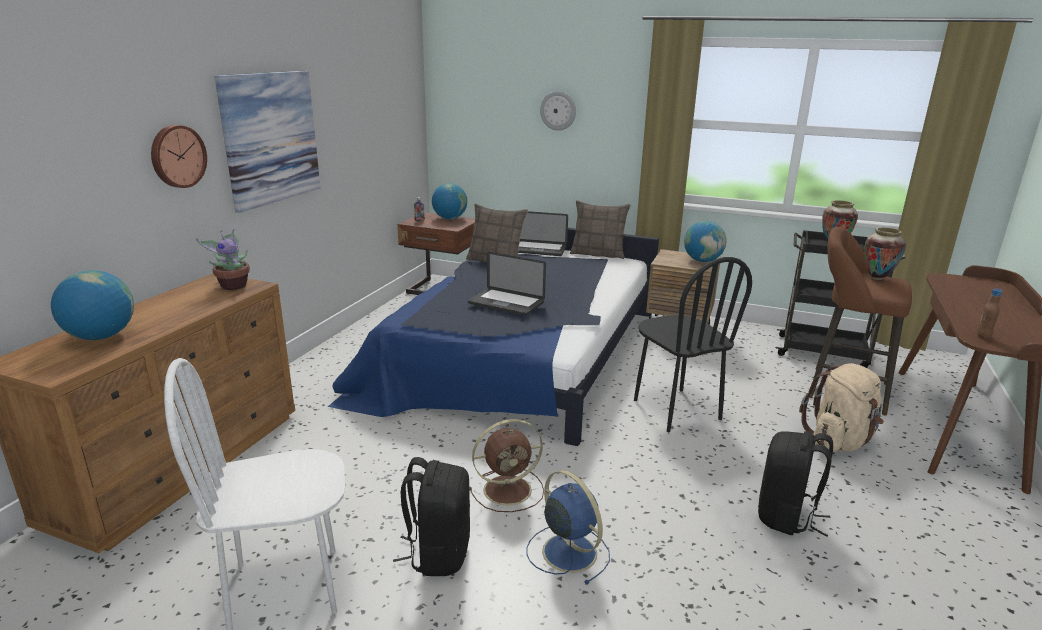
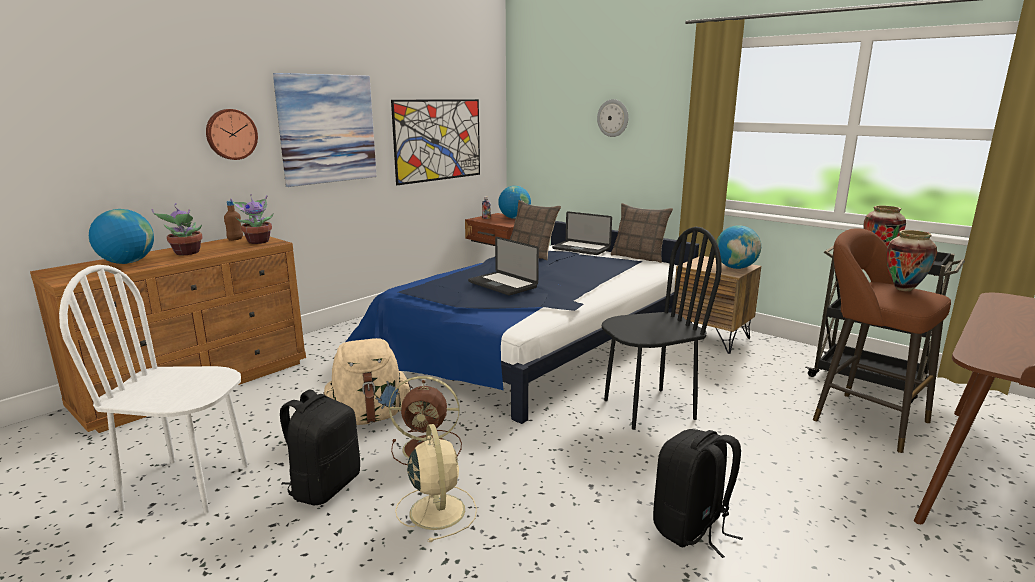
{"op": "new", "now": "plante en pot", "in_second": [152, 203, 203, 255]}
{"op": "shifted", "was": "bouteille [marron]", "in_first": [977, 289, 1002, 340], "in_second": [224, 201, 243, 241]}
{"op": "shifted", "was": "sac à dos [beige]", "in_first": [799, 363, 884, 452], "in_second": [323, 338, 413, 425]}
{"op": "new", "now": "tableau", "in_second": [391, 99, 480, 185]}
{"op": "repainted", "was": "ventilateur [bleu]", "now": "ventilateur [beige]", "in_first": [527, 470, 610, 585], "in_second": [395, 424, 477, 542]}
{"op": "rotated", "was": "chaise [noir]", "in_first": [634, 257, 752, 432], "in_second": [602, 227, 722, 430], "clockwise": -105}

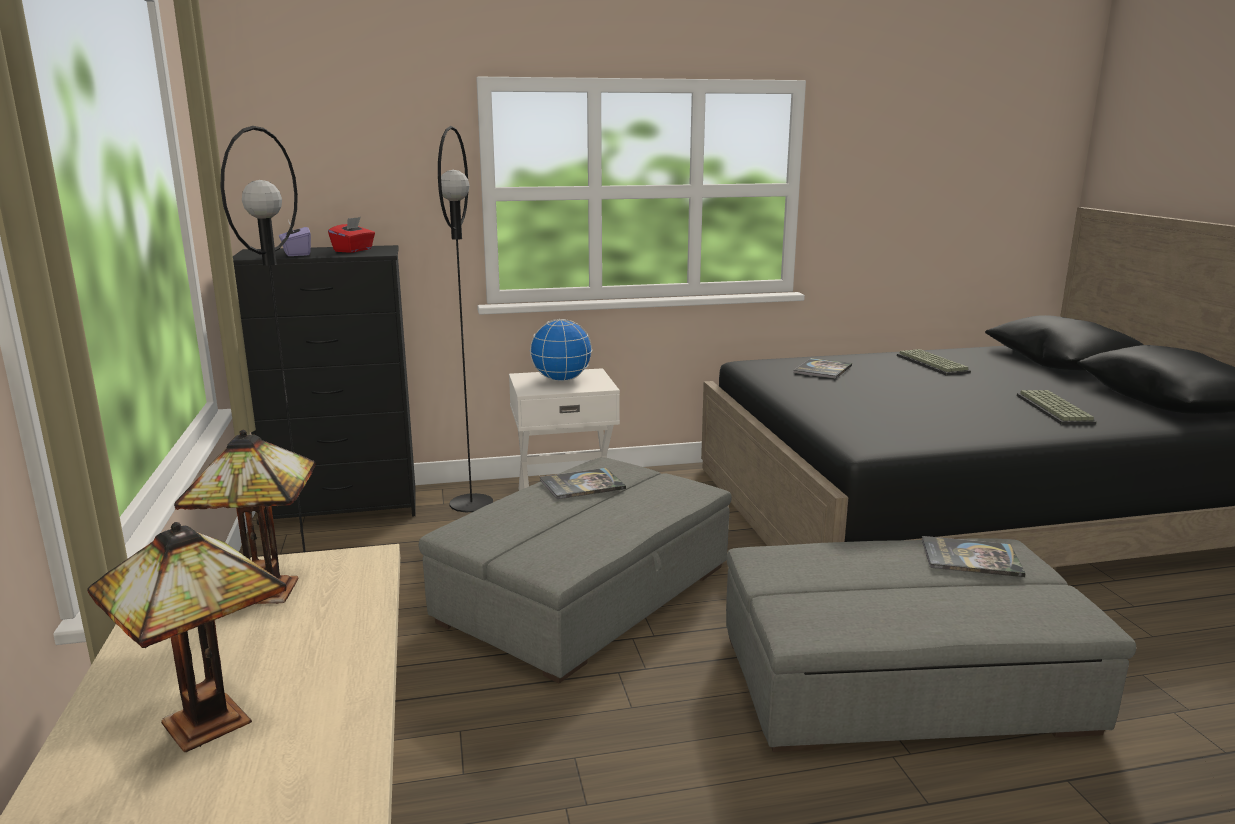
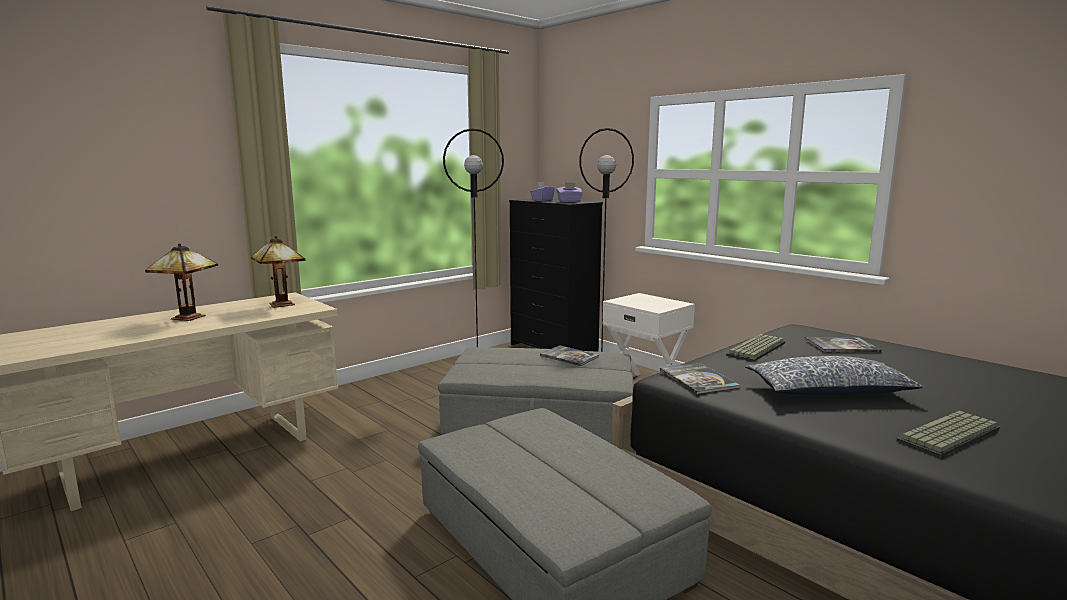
{"op": "repainted", "was": "boîte à mouchoirs [rouge]", "now": "boîte à mouchoirs [violet]", "in_first": [328, 217, 375, 253], "in_second": [557, 183, 583, 202]}
{"op": "shifted", "was": "livre", "in_first": [922, 536, 1026, 577], "in_second": [660, 363, 740, 394]}
{"op": "shifted", "was": "clavier", "in_first": [897, 349, 971, 376], "in_second": [726, 334, 785, 362]}
{"op": "new", "now": "coussin", "in_second": [745, 356, 923, 394]}
{"op": "gone", "was": "globe", "in_first": [530, 319, 592, 381]}

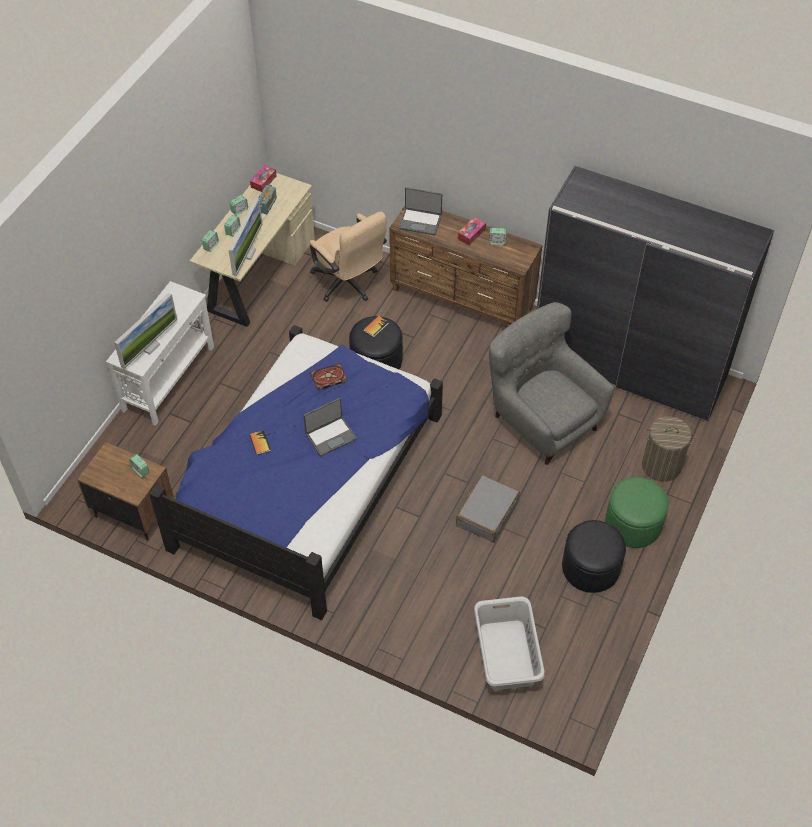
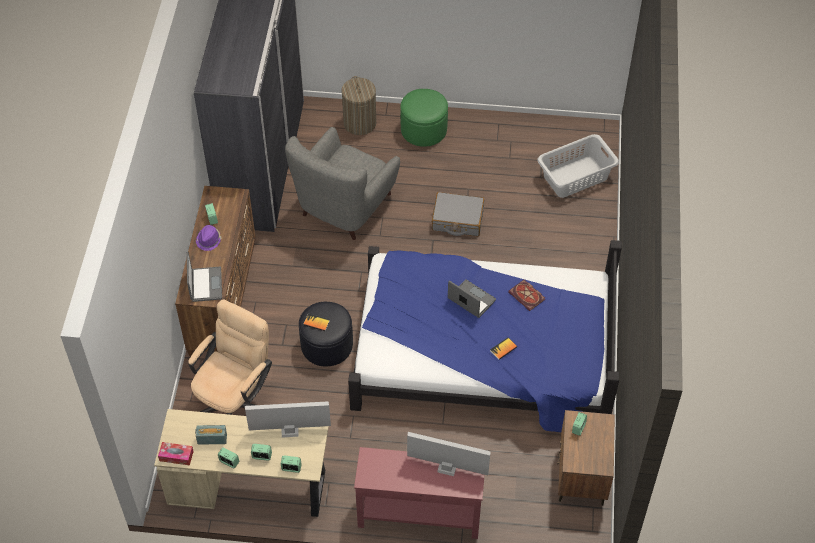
{"op": "swapped", "was": "boîte à mouchoirs", "now": "chapeau [violet]", "in_first": [458, 217, 486, 246], "in_second": [196, 225, 222, 251]}
{"op": "repainted", "was": "table console [blanc]", "now": "table console [rouge]", "in_first": [106, 281, 214, 426], "in_second": [354, 447, 484, 539]}
{"op": "shifted", "was": "livre", "in_first": [310, 363, 347, 390], "in_second": [508, 279, 545, 311]}
{"op": "gone", "was": "pouf [noir]", "in_first": [562, 520, 626, 593]}

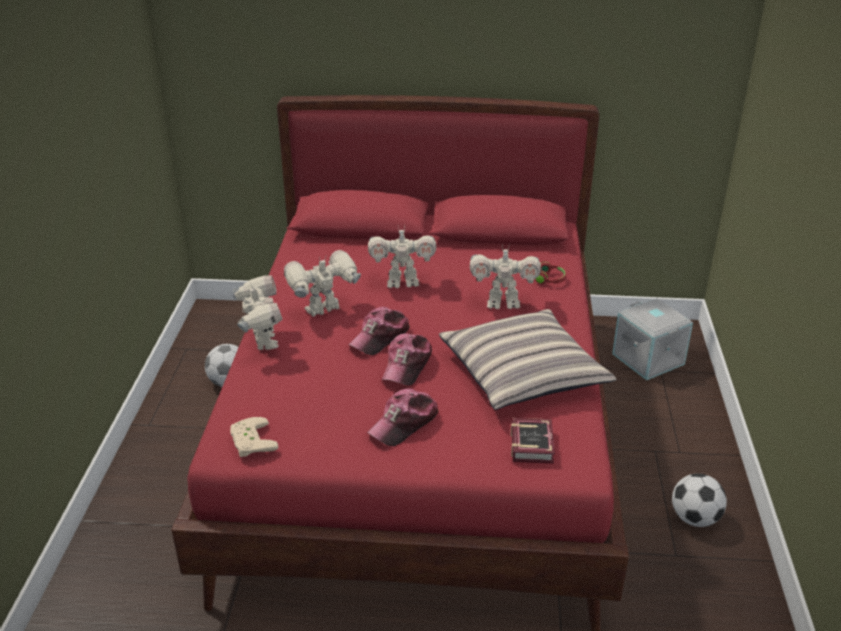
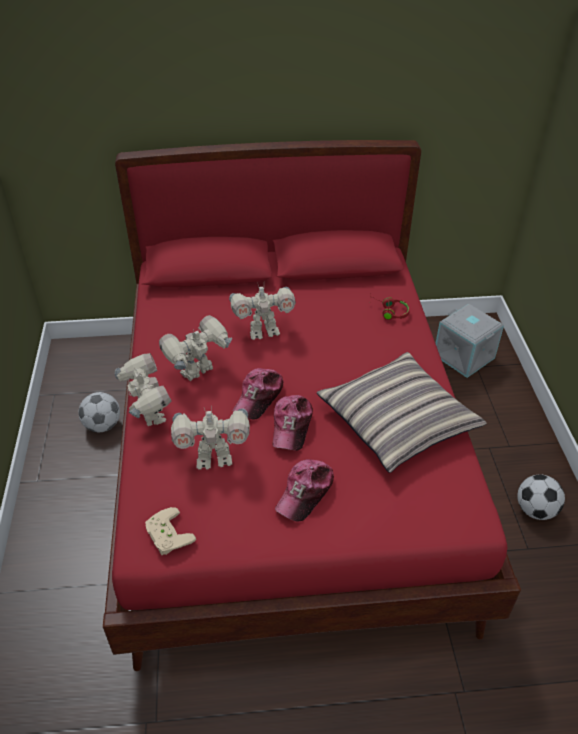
{"op": "shifted", "was": "robot jouet", "in_first": [470, 244, 541, 309], "in_second": [171, 408, 250, 470]}
{"op": "gone", "was": "livre", "in_first": [510, 418, 555, 463]}

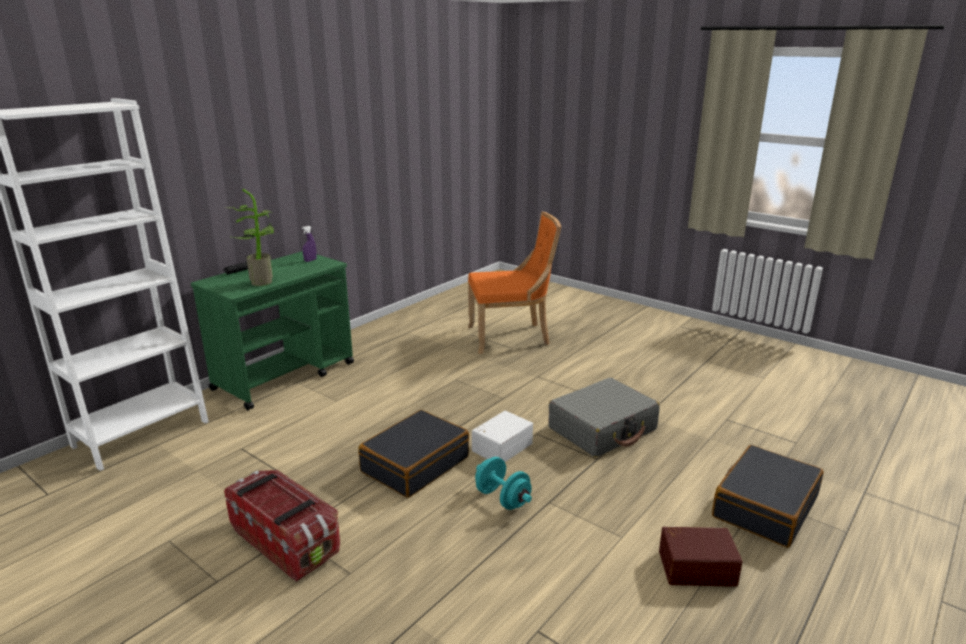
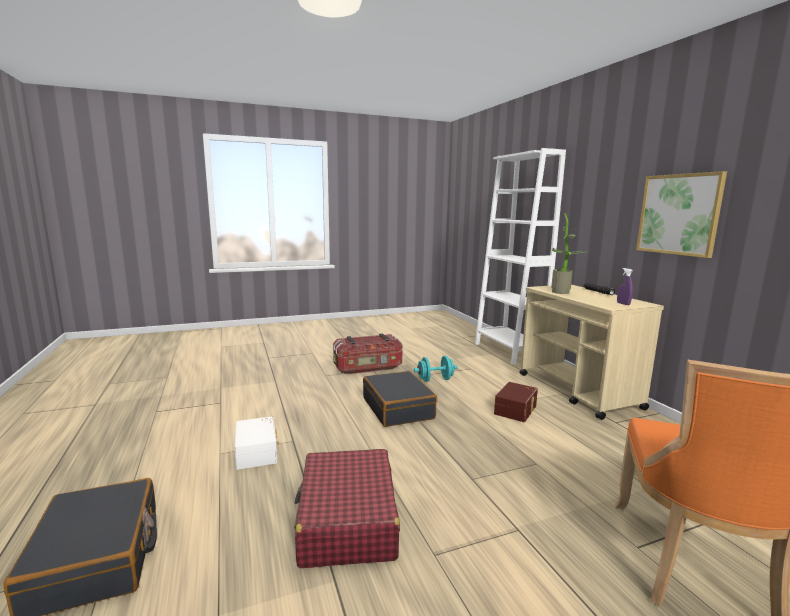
{"op": "shifted", "was": "boîte de rangement [blanc]", "in_first": [472, 411, 533, 462], "in_second": [235, 416, 279, 470]}
{"op": "repainted", "was": "valise [gris]", "now": "valise [rouge]", "in_first": [548, 378, 659, 457], "in_second": [294, 449, 400, 568]}
{"op": "shifted", "was": "haltère [turquoise]", "in_first": [475, 457, 532, 510], "in_second": [414, 356, 458, 382]}
{"op": "shifted", "was": "boîte de rangement [marron]", "in_first": [659, 527, 743, 587], "in_second": [494, 382, 538, 422]}
{"op": "repainted", "was": "chariot [vert]", "now": "chariot [beige]", "in_first": [191, 251, 354, 410], "in_second": [519, 285, 664, 420]}
{"op": "new", "now": "tableau", "in_second": [636, 171, 727, 258]}

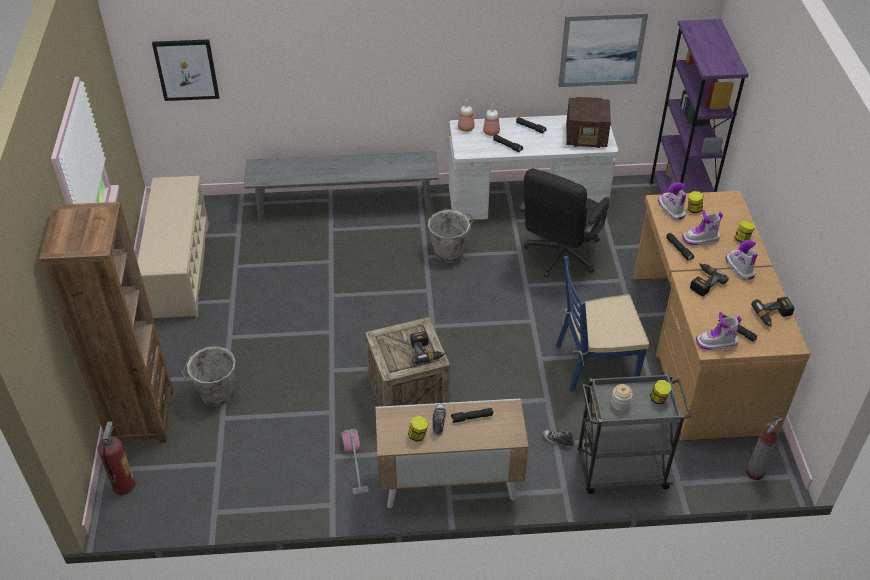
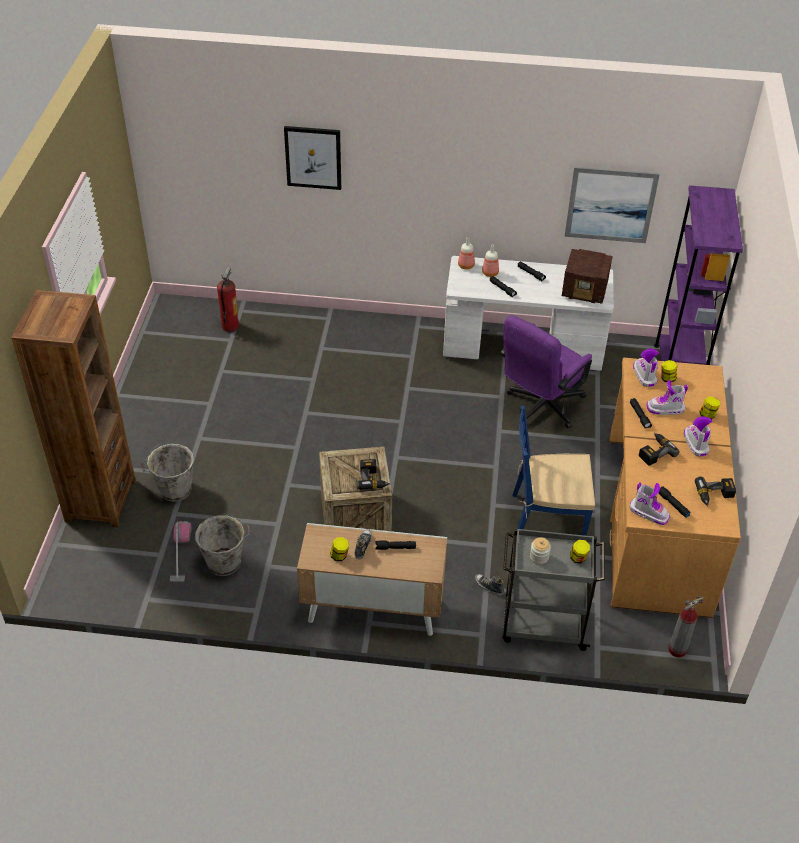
{"op": "shifted", "was": "aspirateur", "in_first": [341, 429, 369, 495], "in_second": [170, 521, 192, 582]}
{"op": "shifted", "was": "seau [gris]", "in_first": [428, 209, 474, 263], "in_second": [195, 513, 250, 576]}
{"op": "shifted", "was": "extincteur", "in_first": [98, 421, 136, 495], "in_second": [217, 267, 240, 332]}
{"op": "shifted", "was": "tableau", "in_first": [152, 39, 219, 101], "in_second": [284, 126, 341, 190]}
{"op": "repainted", "was": "chaise de bureau [noir]", "now": "chaise de bureau [violet]", "in_first": [520, 169, 609, 278], "in_second": [500, 315, 592, 428]}
{"op": "rotated", "was": "botte", "in_first": [696, 312, 742, 350], "in_second": [630, 482, 670, 525], "clockwise": -150}
{"op": "gone", "was": "étagère à chaussures [beige]", "in_first": [137, 176, 209, 318]}
{"op": "gone", "was": "banc [gris]", "in_first": [244, 151, 439, 221]}

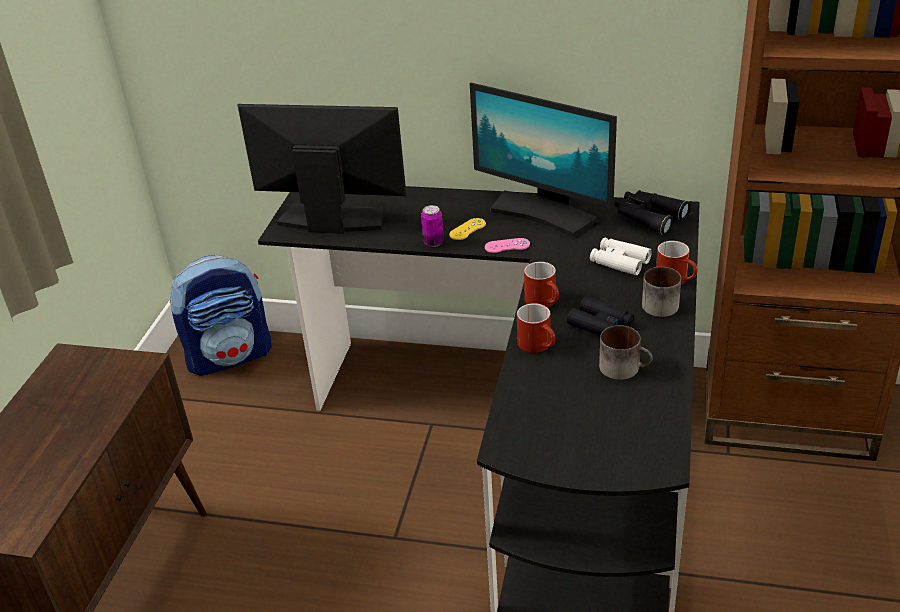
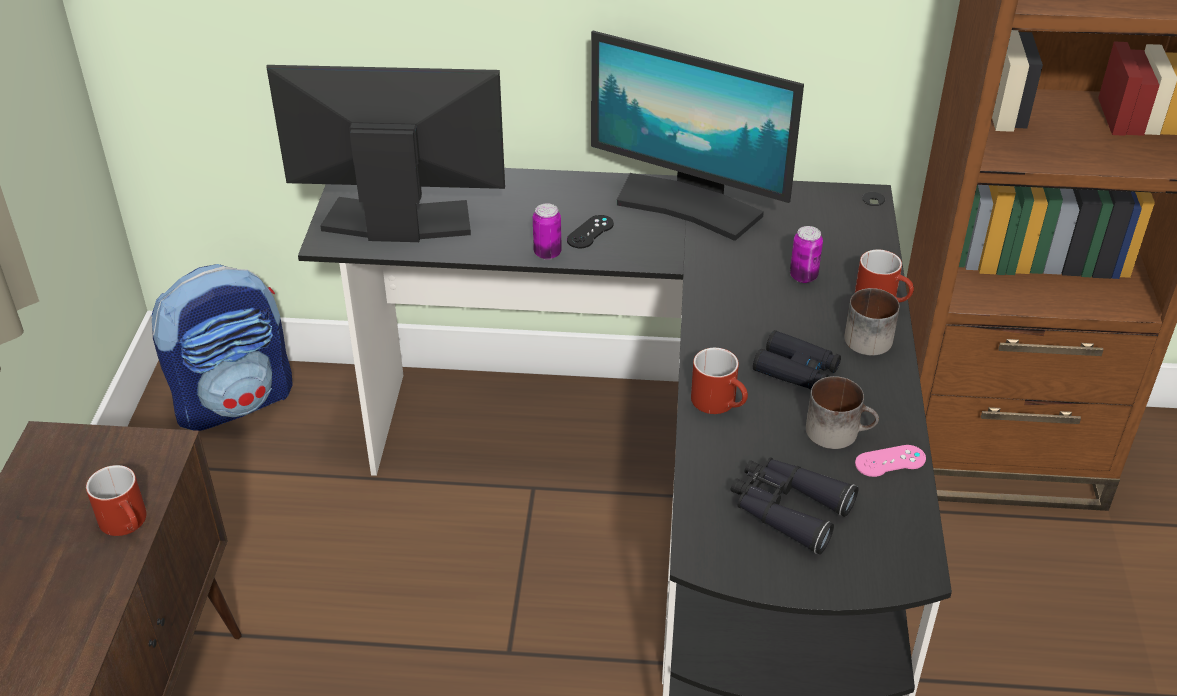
{"op": "shifted", "was": "mug [rouge]", "in_first": [524, 262, 559, 307], "in_second": [86, 465, 147, 536]}
{"op": "repainted", "was": "manette [jaune]", "now": "manette [noir]", "in_first": [449, 218, 486, 240], "in_second": [567, 215, 614, 248]}
{"op": "shifted", "was": "jumelles [noir]", "in_first": [615, 190, 691, 235], "in_second": [731, 457, 859, 555]}
{"op": "swapped", "was": "jumelles [blanc]", "now": "boîte métallique", "in_first": [590, 238, 652, 275], "in_second": [790, 226, 823, 283]}
{"op": "shifted", "was": "manette [rose]", "in_first": [485, 238, 530, 253], "in_second": [855, 445, 926, 477]}

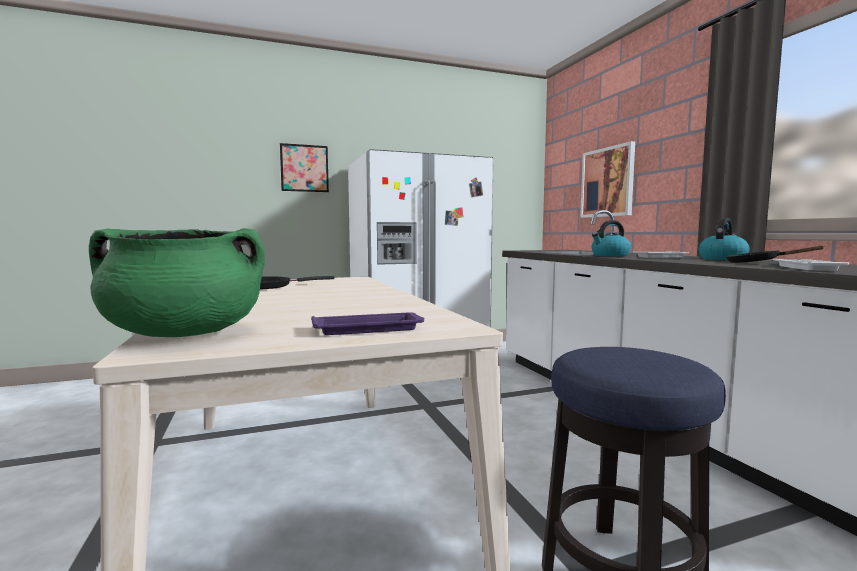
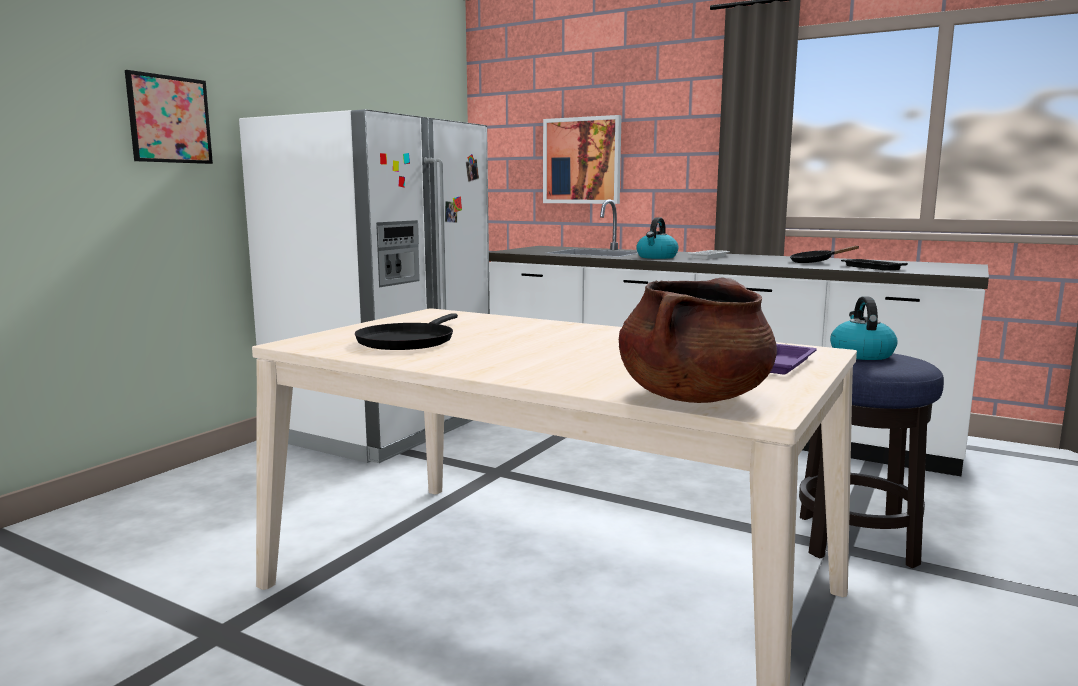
{"op": "repainted", "was": "marmite [vert]", "now": "marmite [marron]", "in_first": [89, 228, 265, 337], "in_second": [619, 277, 777, 403]}
{"op": "shifted", "was": "bouilloire", "in_first": [698, 218, 750, 260], "in_second": [830, 296, 898, 360]}
{"op": "repainted", "was": "plateau [blanc]", "now": "plateau [noir]", "in_first": [773, 259, 849, 271], "in_second": [841, 259, 908, 271]}

